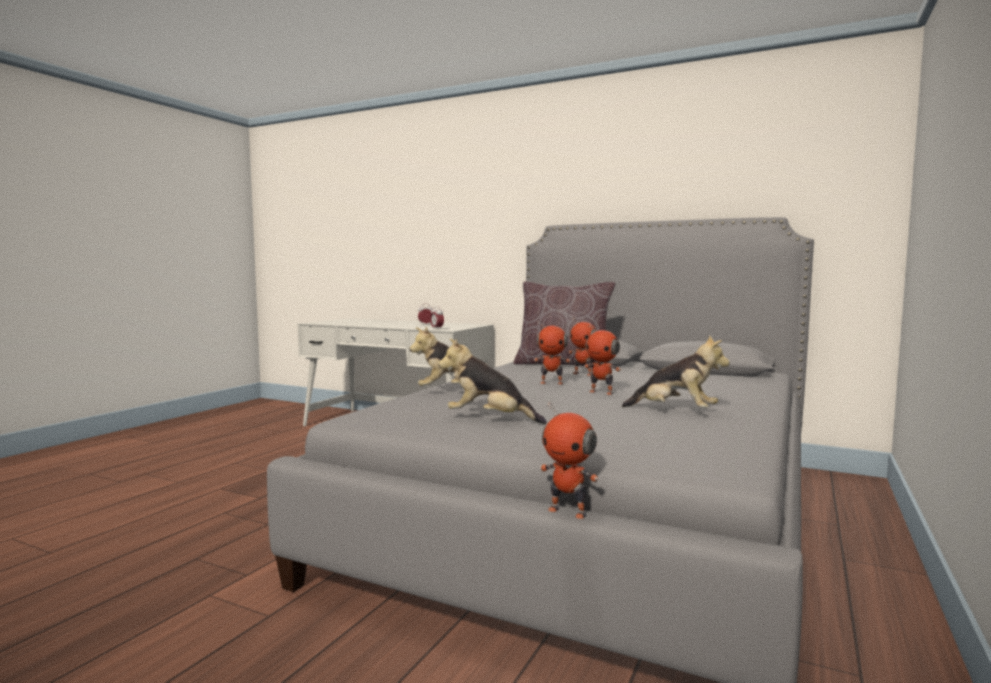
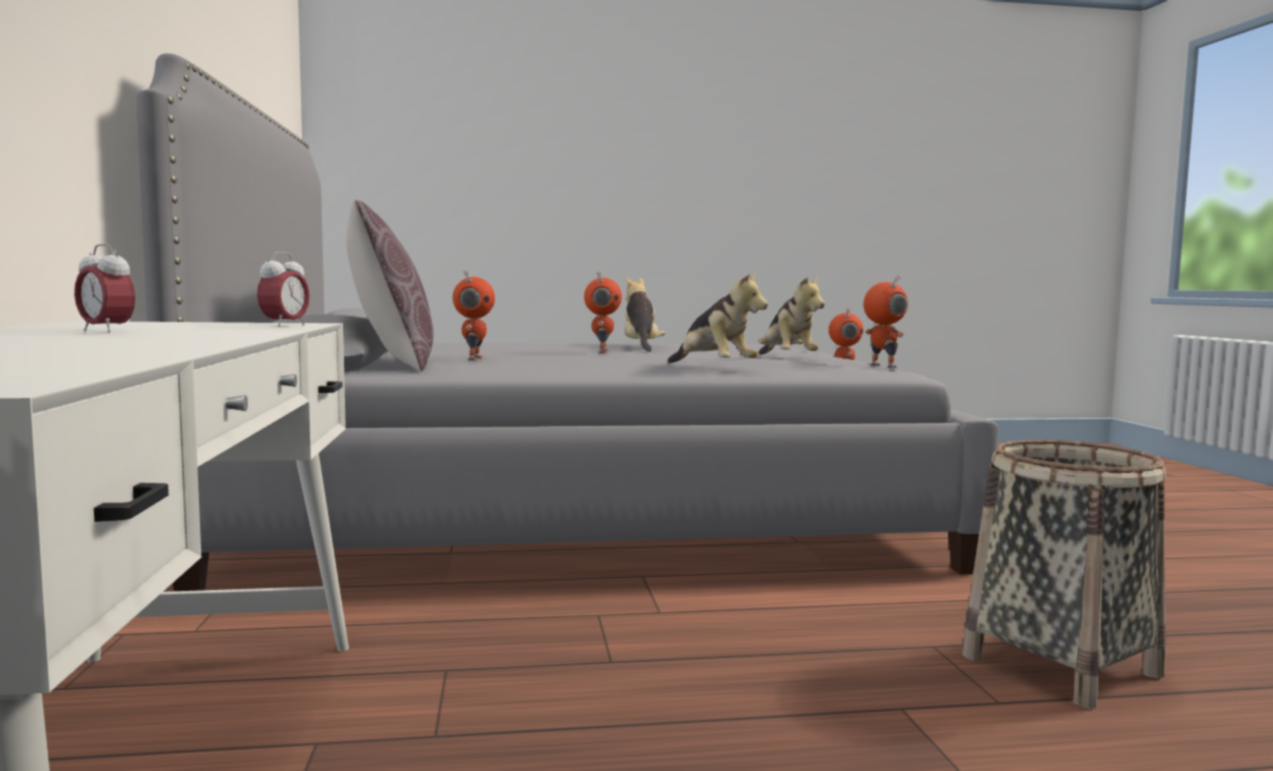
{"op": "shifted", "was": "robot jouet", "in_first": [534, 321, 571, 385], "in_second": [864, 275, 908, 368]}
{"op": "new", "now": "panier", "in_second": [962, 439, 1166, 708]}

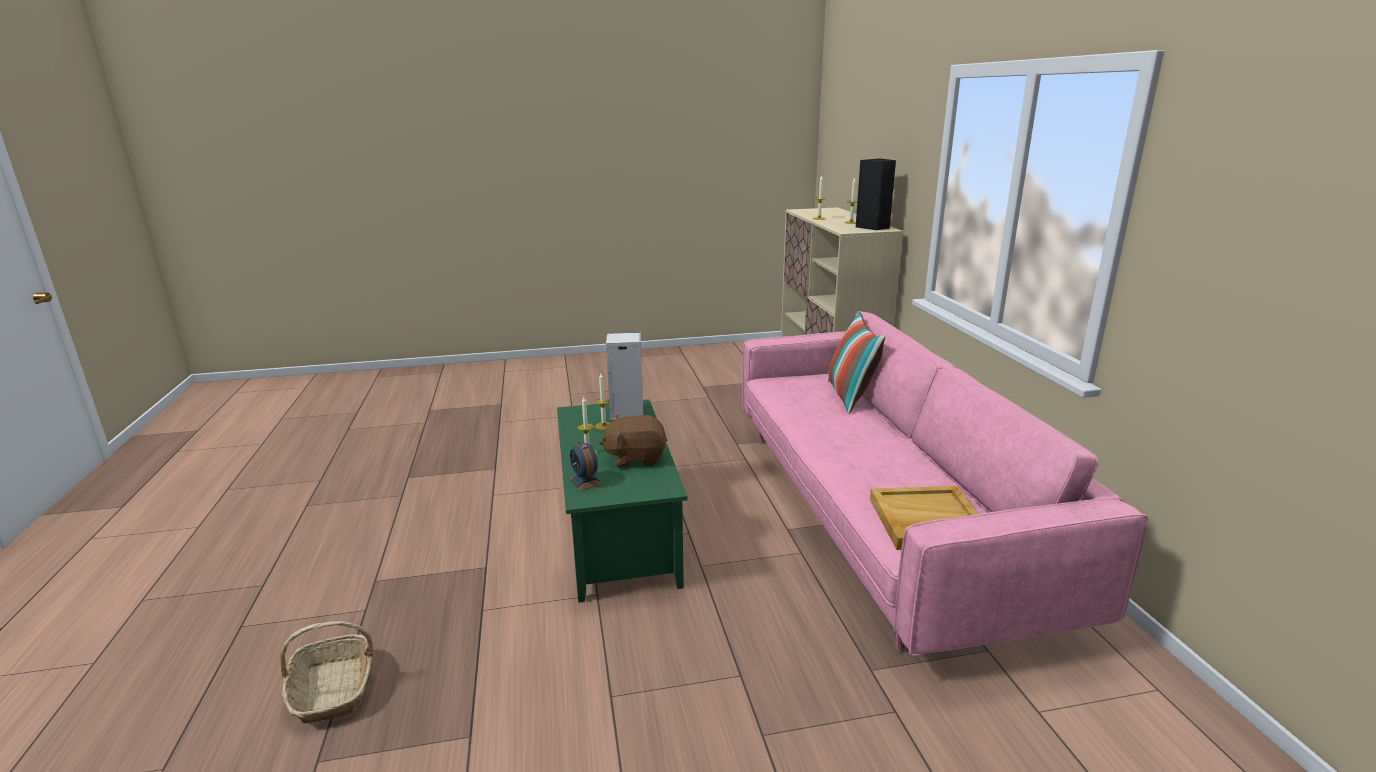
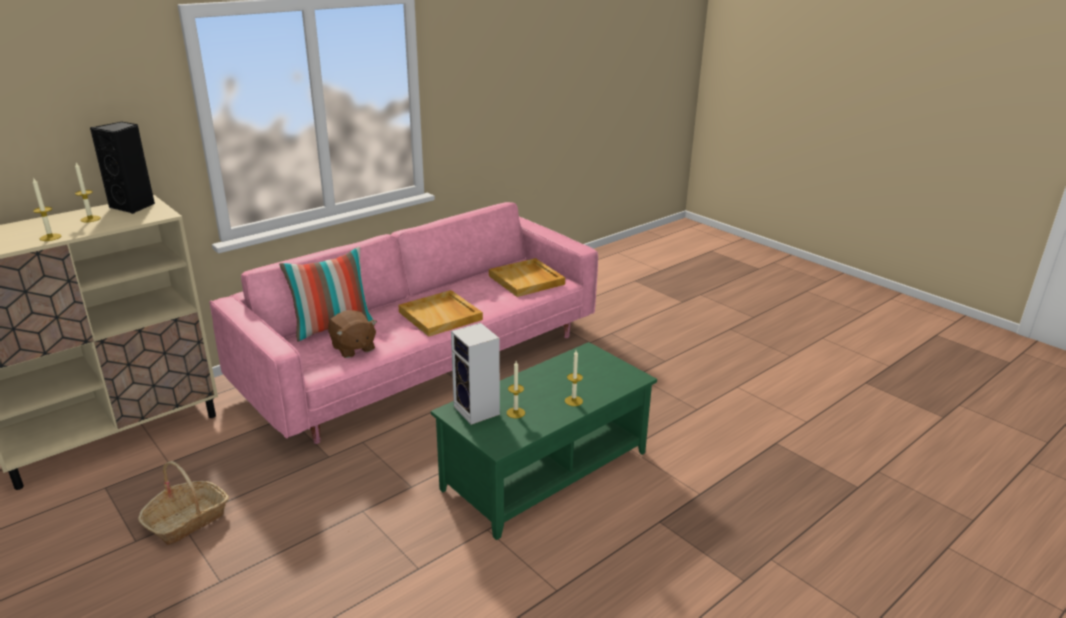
{"op": "shifted", "was": "panier", "in_first": [280, 621, 374, 723], "in_second": [138, 461, 229, 545]}
{"op": "shifted", "was": "peluche [marron]", "in_first": [599, 415, 667, 468], "in_second": [328, 310, 377, 358]}
{"op": "new", "now": "plateau [beige]", "in_second": [398, 290, 483, 337]}
{"op": "gone", "was": "réveil", "in_first": [569, 442, 602, 491]}

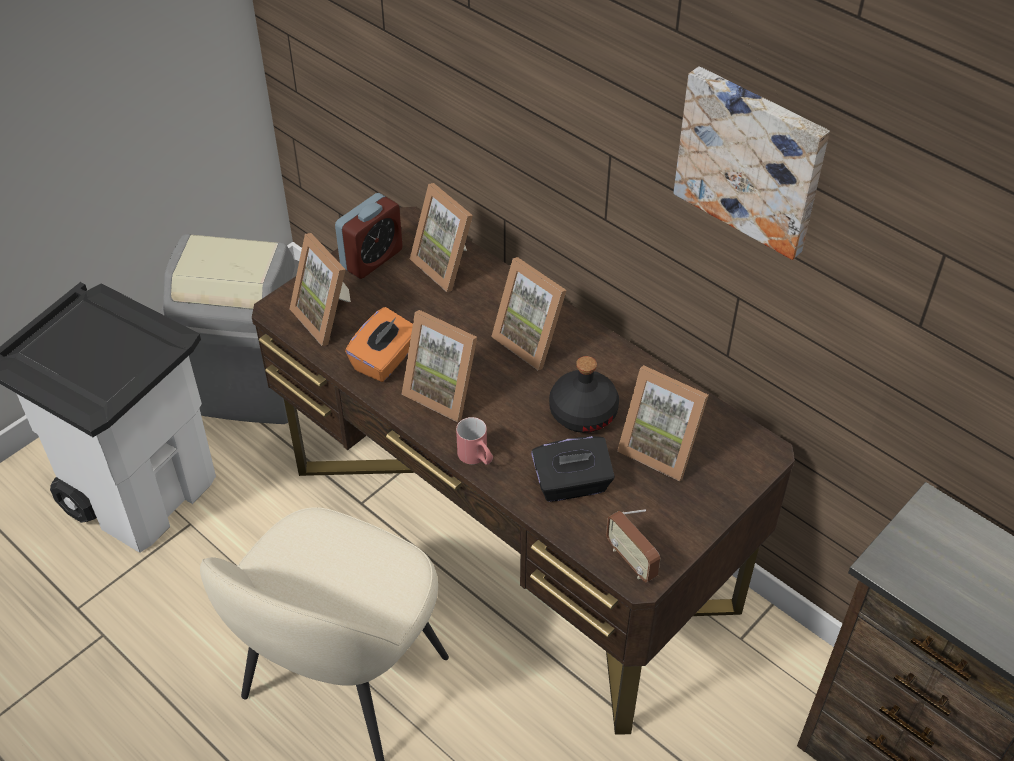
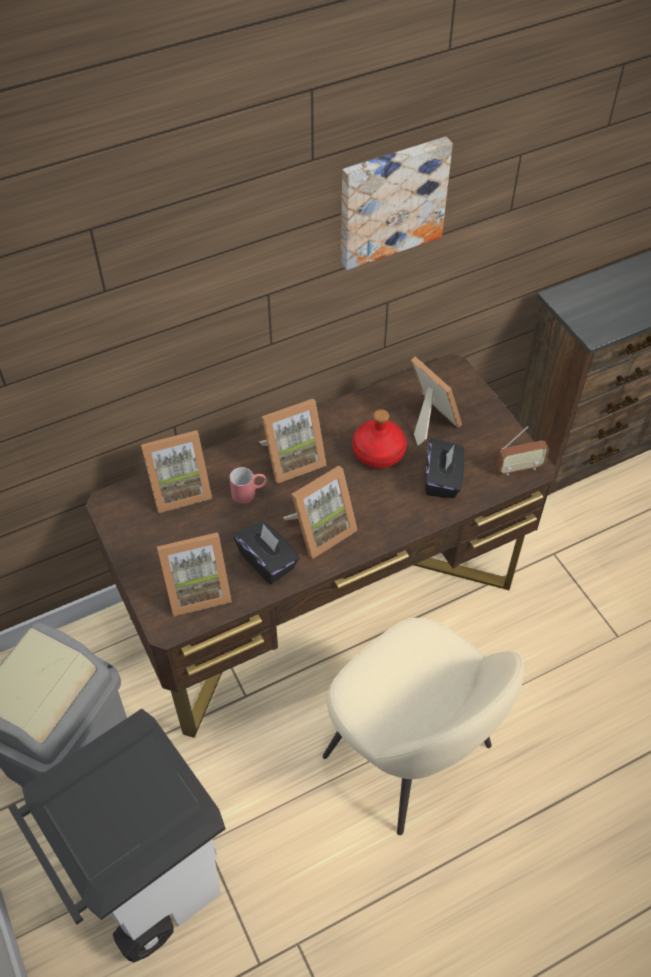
{"op": "shifted", "was": "mug [rouge]", "in_first": [456, 417, 493, 465], "in_second": [230, 467, 267, 504]}
{"op": "repainted", "was": "boîte à mouchoirs [orange]", "now": "boîte à mouchoirs [noir]", "in_first": [345, 307, 413, 382], "in_second": [234, 521, 299, 584]}
{"op": "repainted", "was": "bouteille [noir]", "now": "bouteille [rouge]", "in_first": [549, 356, 619, 433], "in_second": [352, 409, 407, 468]}
{"op": "rotated", "was": "cadre photo", "in_first": [617, 365, 709, 482], "in_second": [411, 357, 462, 445], "clockwise": -90}
{"op": "gone", "was": "réveil", "in_first": [335, 193, 403, 279]}

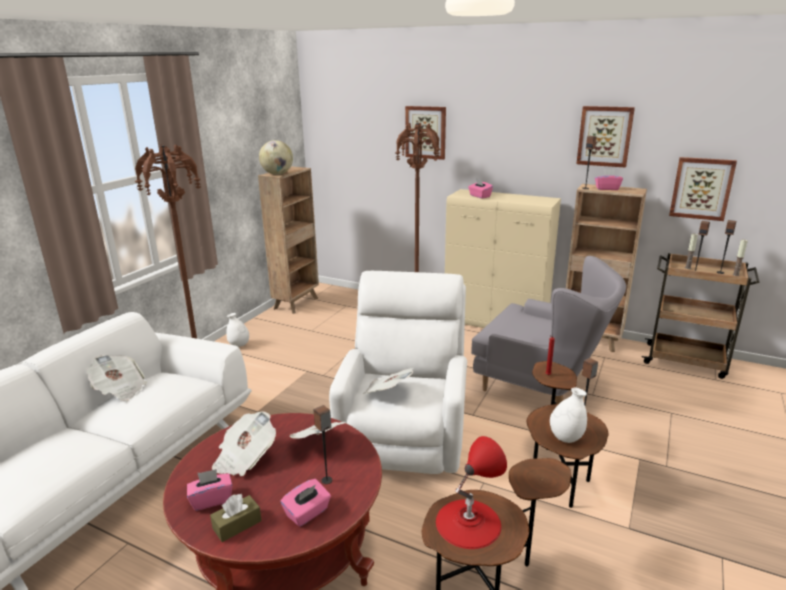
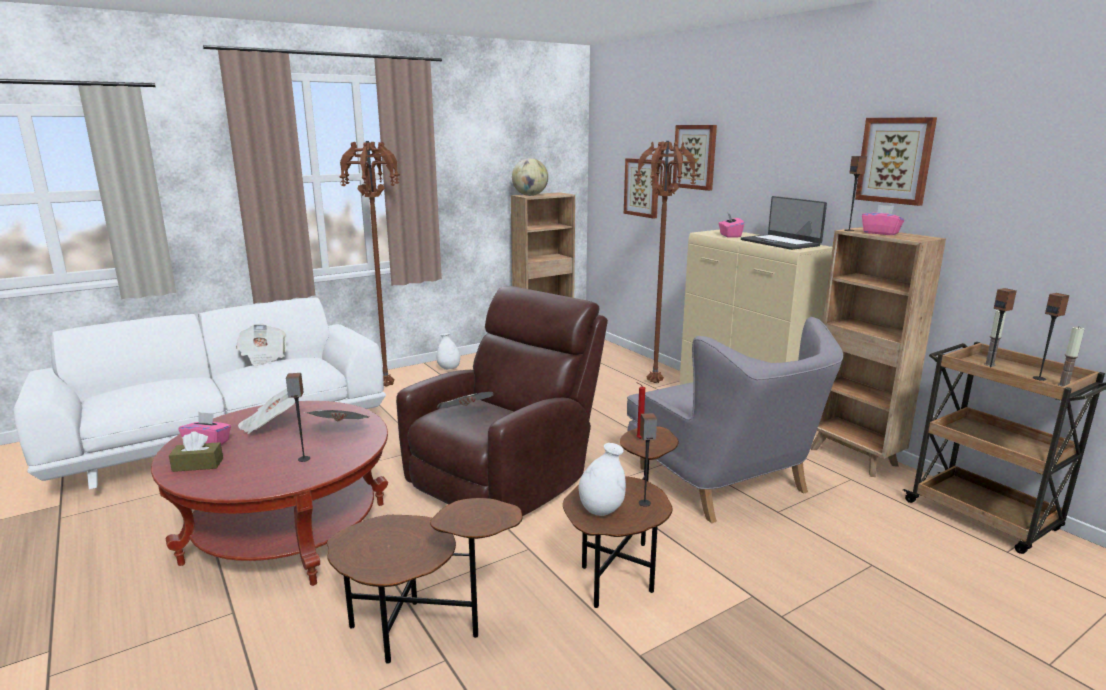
{"op": "repainted", "was": "fauteuil [blanc]", "now": "fauteuil [marron]", "in_first": [329, 271, 467, 474], "in_second": [396, 286, 608, 516]}
{"op": "shifted", "was": "tableau", "in_first": [669, 157, 737, 221], "in_second": [624, 158, 659, 219]}
{"op": "new", "now": "ordinateur portable", "in_second": [741, 196, 827, 250]}
{"op": "gone", "was": "boîte à mouchoirs [rose]", "in_first": [280, 479, 331, 527]}
{"op": "gone", "was": "lampe de table [rouge]", "in_first": [436, 436, 507, 549]}

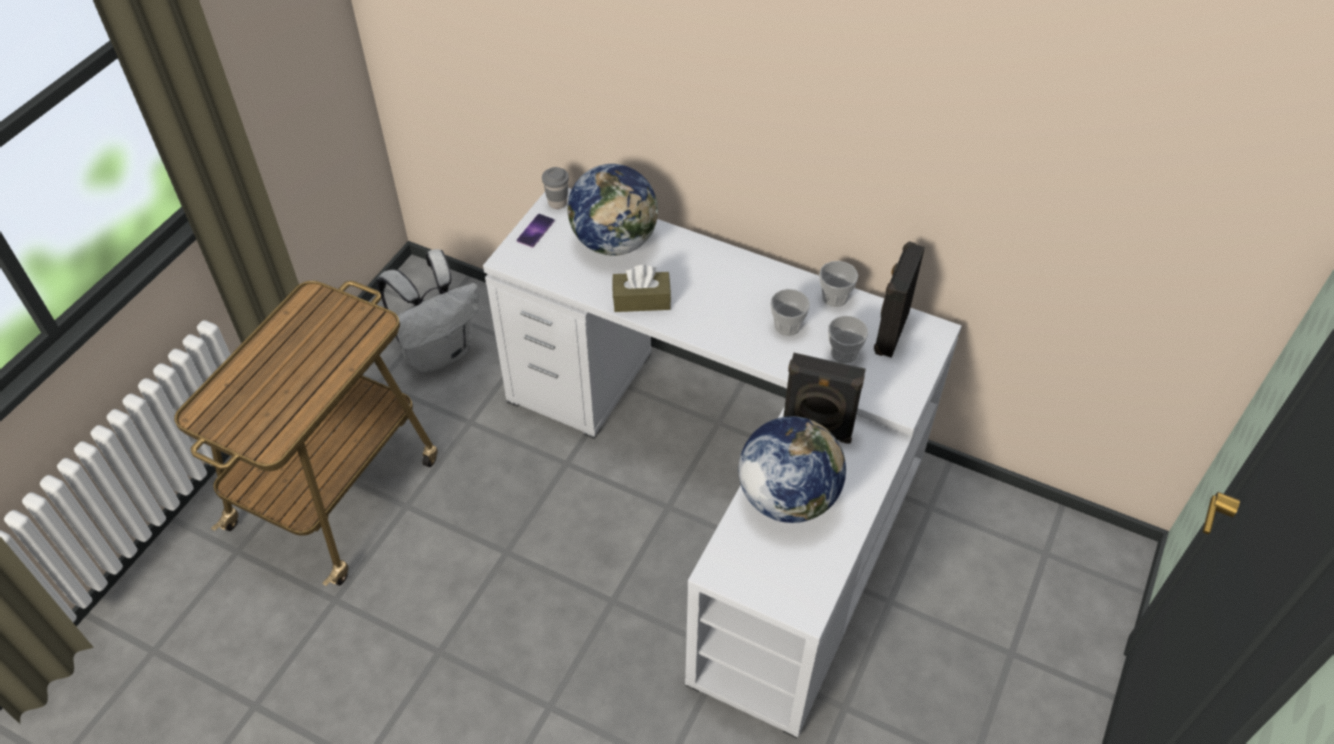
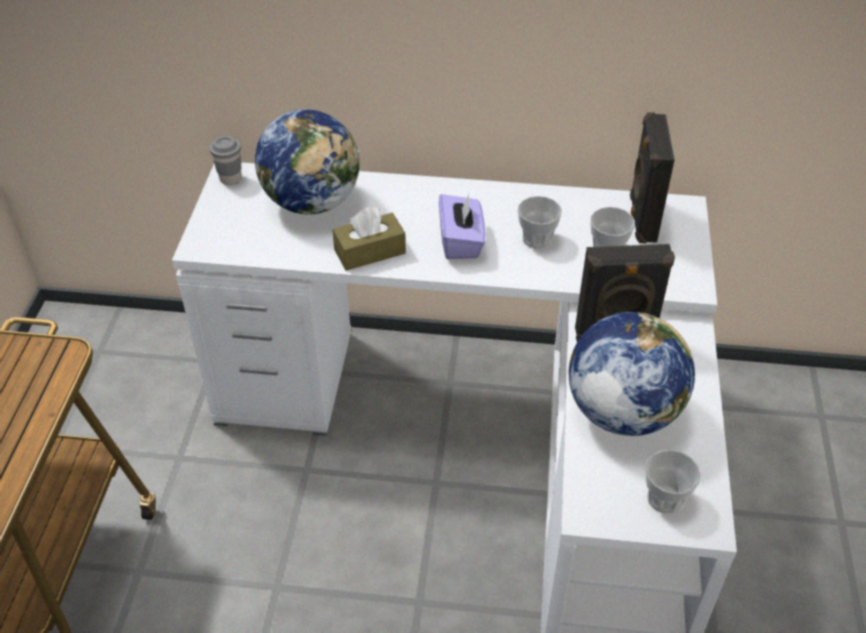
{"op": "new", "now": "boîte à mouchoirs [violet]", "in_second": [439, 192, 485, 259]}
{"op": "shifted", "was": "tasse", "in_first": [819, 261, 858, 307], "in_second": [645, 450, 701, 514]}
{"op": "gone", "was": "sac à dos [blanc]", "in_first": [377, 249, 479, 372]}
{"op": "gone", "was": "téléphone", "in_first": [517, 214, 555, 248]}

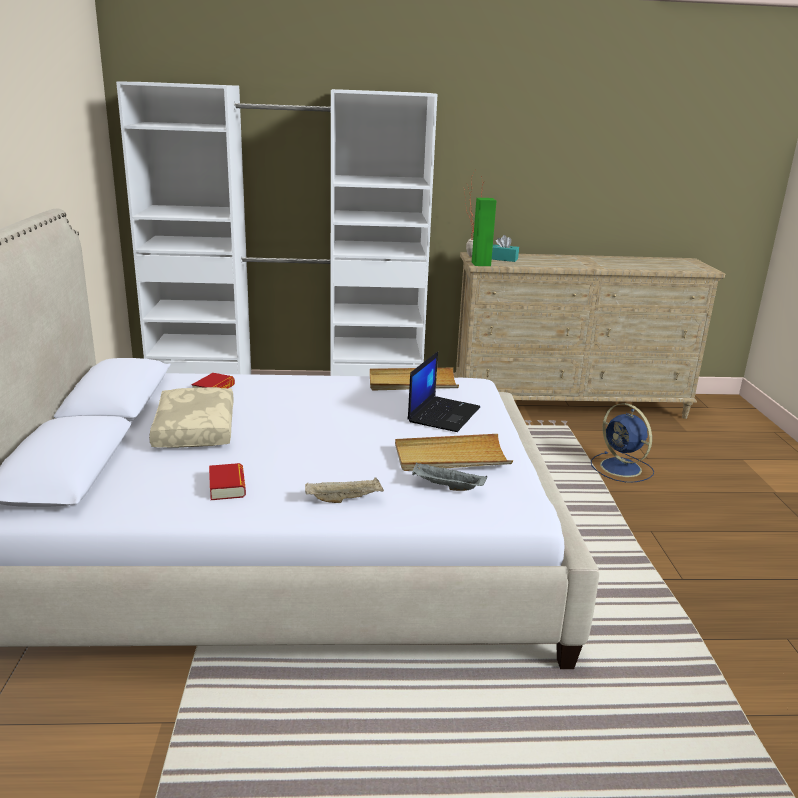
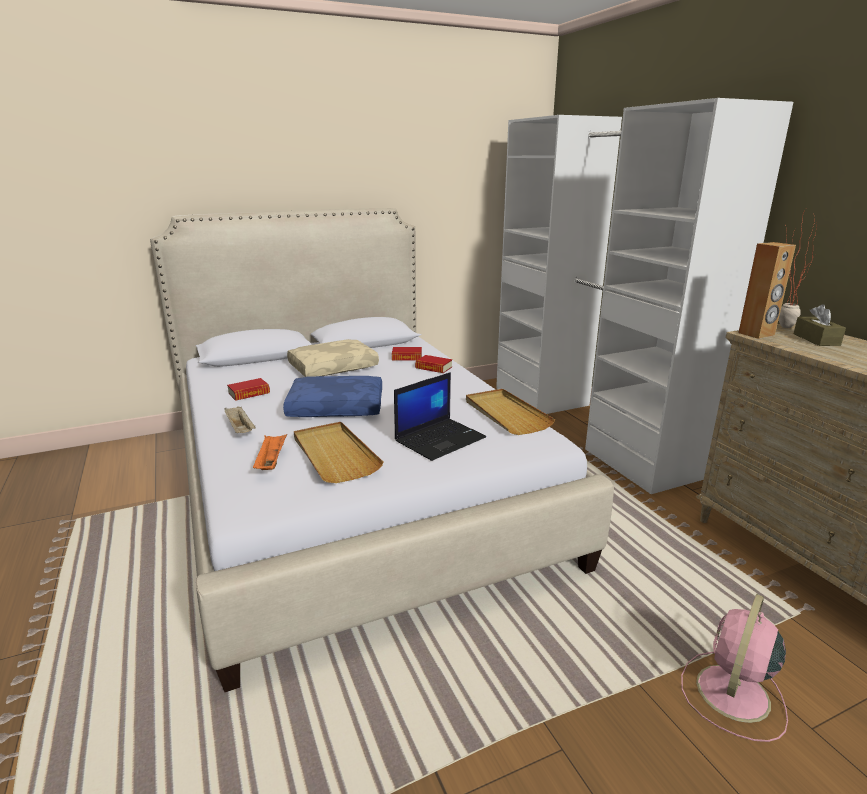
{"op": "repainted", "was": "plateau [gris]", "now": "plateau [orange]", "in_first": [412, 463, 487, 491], "in_second": [253, 434, 287, 470]}
{"op": "new", "now": "coussin [bleu]", "in_second": [283, 376, 382, 417]}
{"op": "rotated", "was": "ordinateur portable", "in_first": [408, 352, 480, 432], "in_second": [394, 372, 486, 461], "clockwise": -45}
{"op": "new", "now": "livre", "in_second": [415, 355, 452, 373]}
{"op": "repainted", "was": "ventilateur [bleu]", "now": "ventilateur [rose]", "in_first": [591, 403, 654, 482], "in_second": [681, 594, 788, 742]}
{"op": "repainted", "was": "enceinte [vert]", "now": "enceinte [marron]", "in_first": [472, 198, 496, 266], "in_second": [738, 242, 796, 339]}
{"op": "repainted", "was": "boîte à mouchoirs [turquoise]", "now": "boîte à mouchoirs [marron]", "in_first": [492, 235, 519, 262], "in_second": [793, 304, 846, 346]}

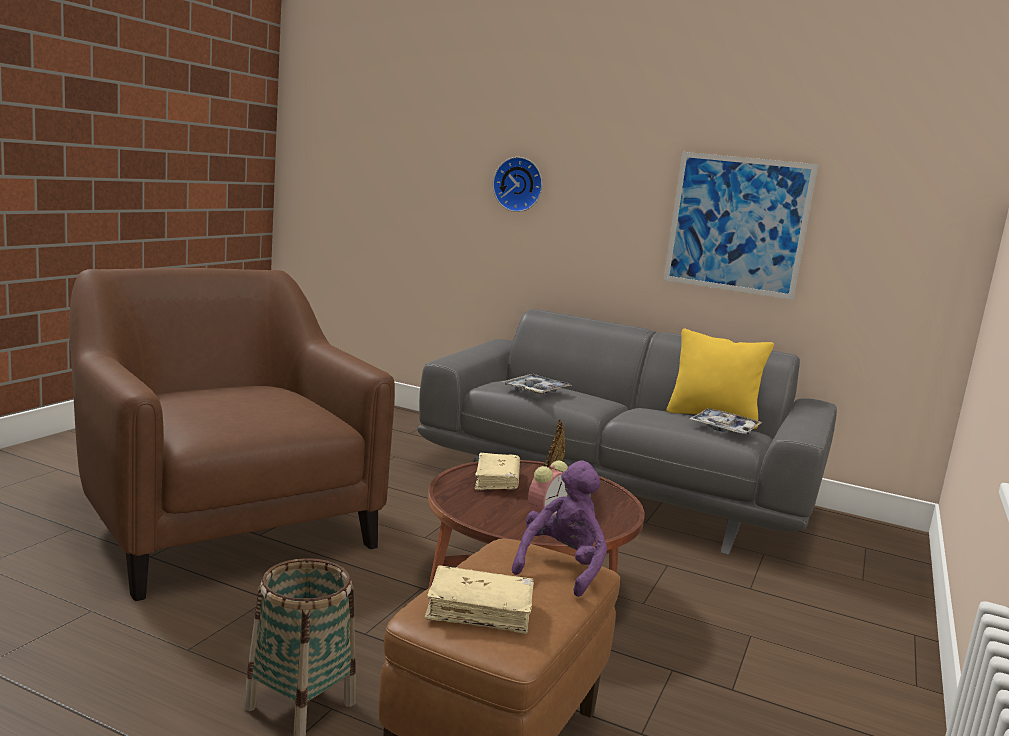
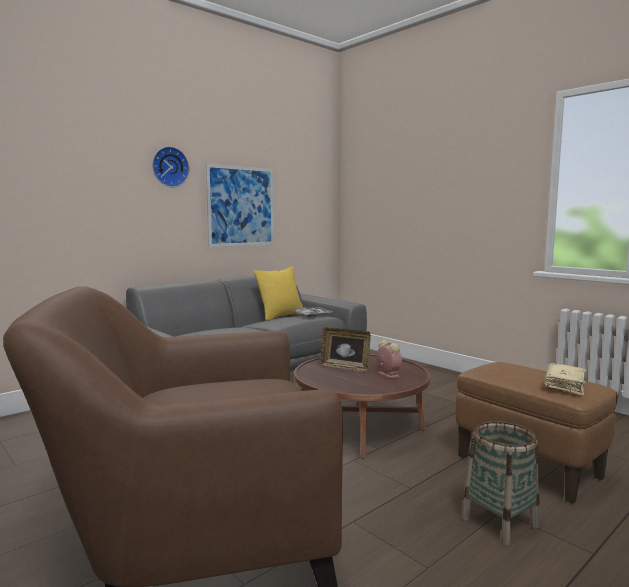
{"op": "shifted", "was": "horloge murale", "in_first": [493, 157, 543, 212], "in_second": [152, 146, 189, 187]}
{"op": "gone", "was": "livre [beige]", "in_first": [475, 453, 520, 490]}
{"op": "gone", "was": "plateau", "in_first": [502, 374, 573, 394]}
{"op": "gone", "was": "peluche [violet]", "in_first": [512, 460, 607, 597]}

